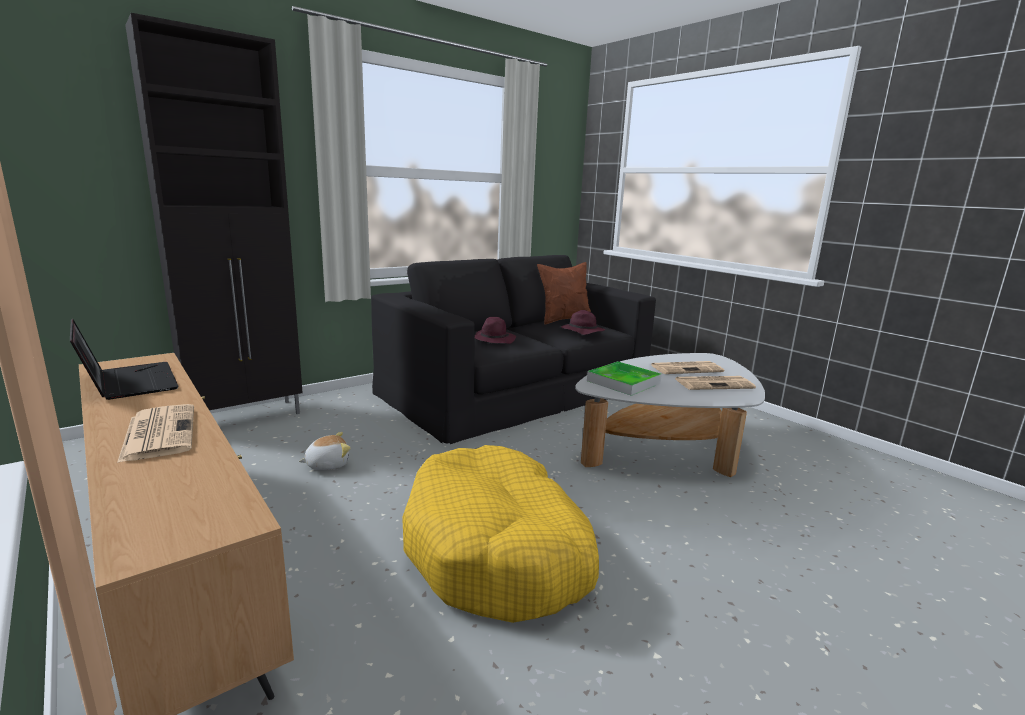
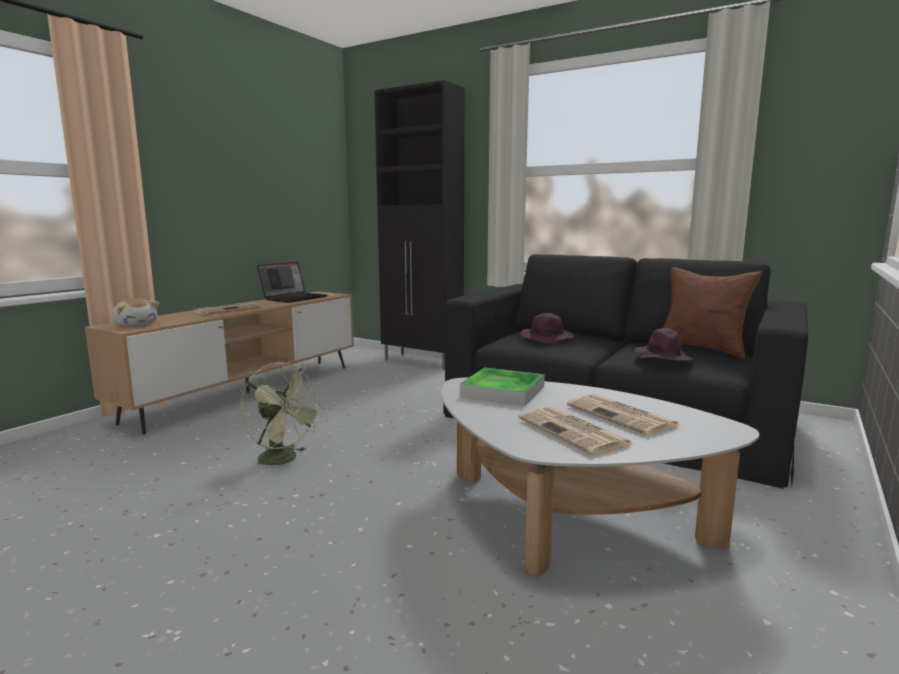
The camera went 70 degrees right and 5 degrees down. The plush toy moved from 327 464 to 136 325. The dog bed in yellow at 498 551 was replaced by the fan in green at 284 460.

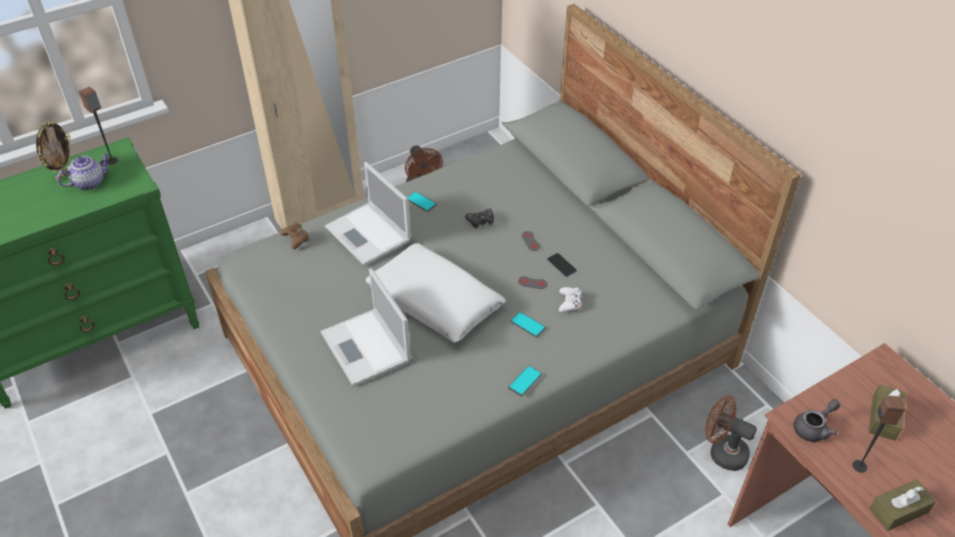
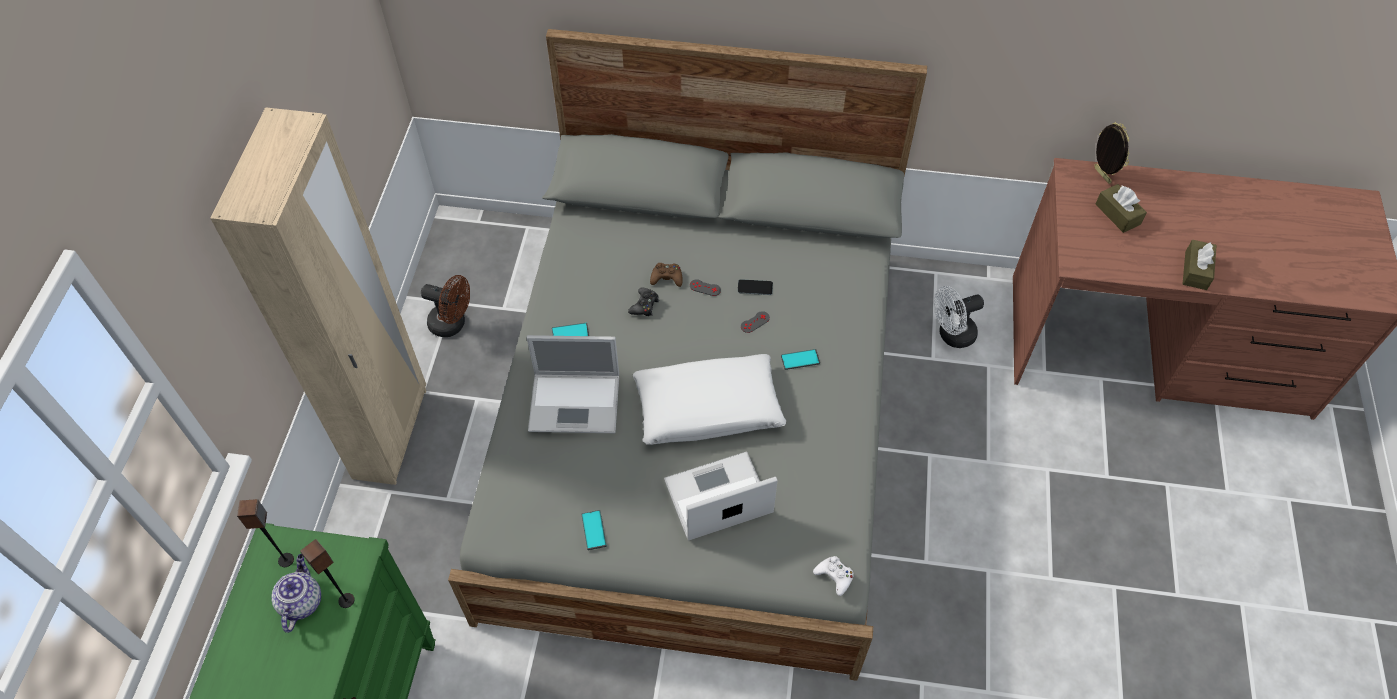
The camera went 50 degrees left and 10 degrees up. The picture frame moved from 64 174 to 1101 175. The game controller in brown moved from 296 238 to 667 278. The laptop at 366 348 turned 150 degrees clockwise. The phone moved from 525 381 to 594 530. The game controller in white moved from 570 303 to 834 576. The fan in brown at 722 452 became the fan in white at 951 335. The teapot in grey at 814 428 disappeared. The speaker moved from 860 466 to 346 600.

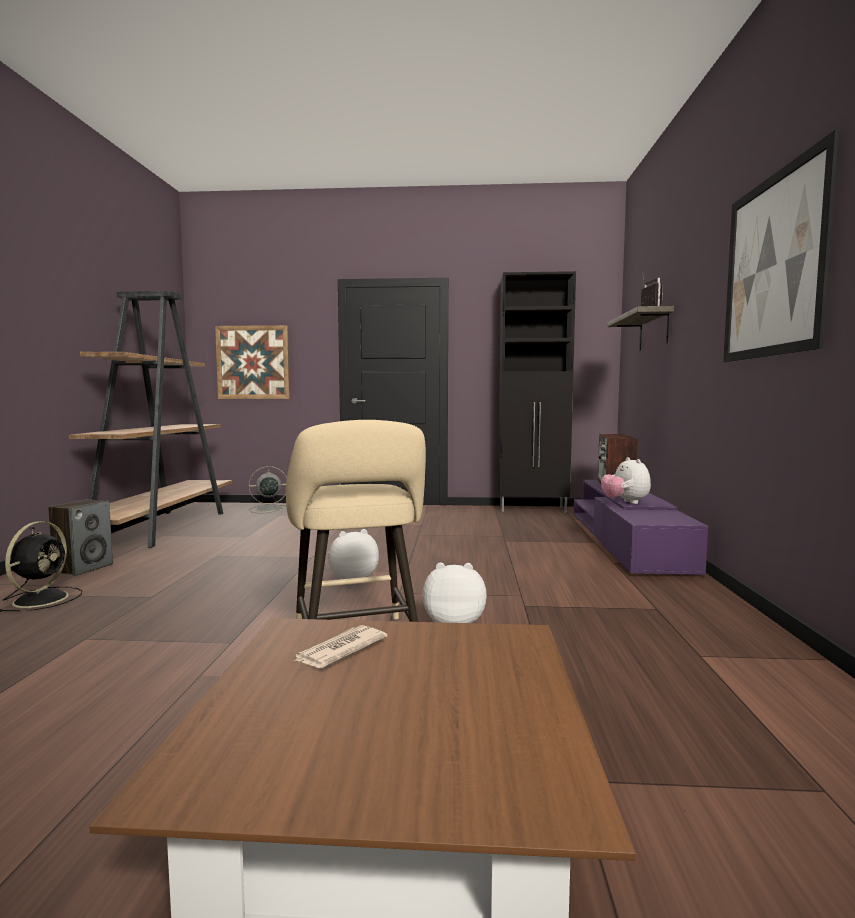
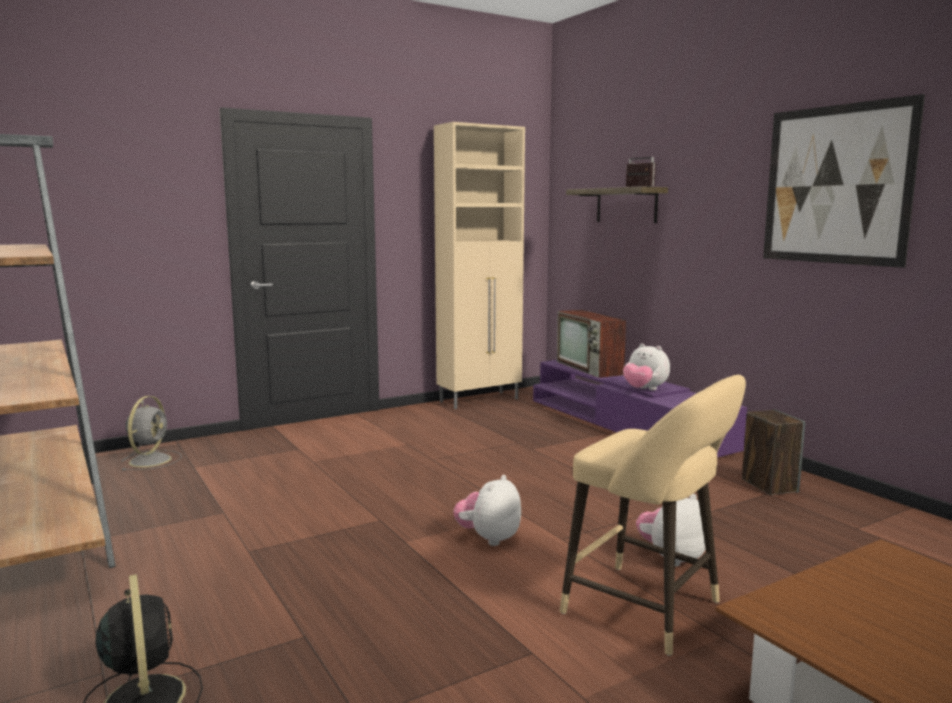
The camera went 35 degrees left and 5 degrees up. The speaker moved from 83 568 to 768 485. The picture at 253 362 disappeared. The fan in grey at 268 509 turned 150 degrees clockwise. The newspaper at 339 650 disappeared. The cabinet in black at 533 509 became the cabinet in beige at 480 400.

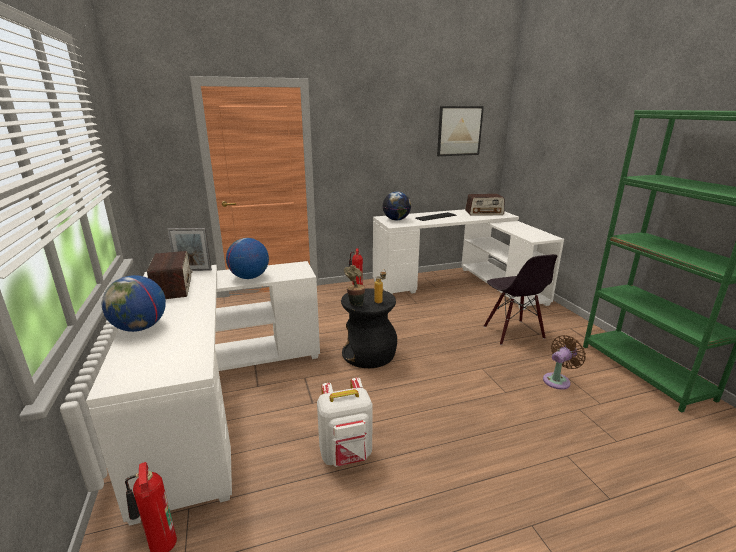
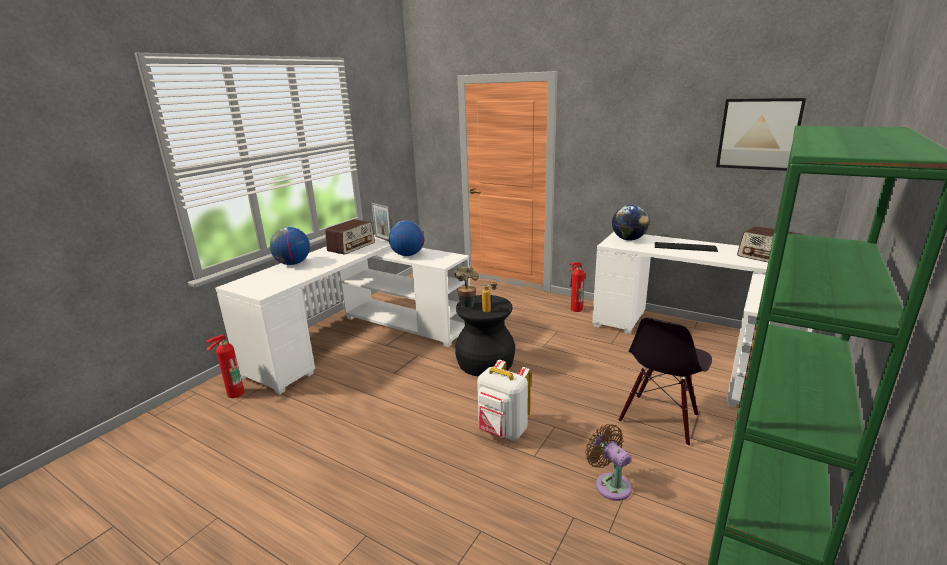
The camera went 50 degrees right and 0 degrees up. The backpack in white moved from 346 455 to 502 431. The fan in brown at 558 380 turned 135 degrees counterclockwise.

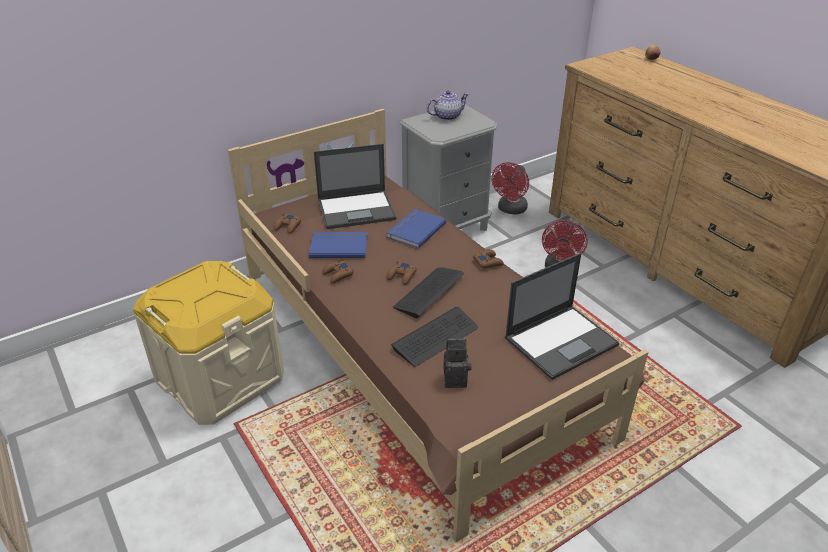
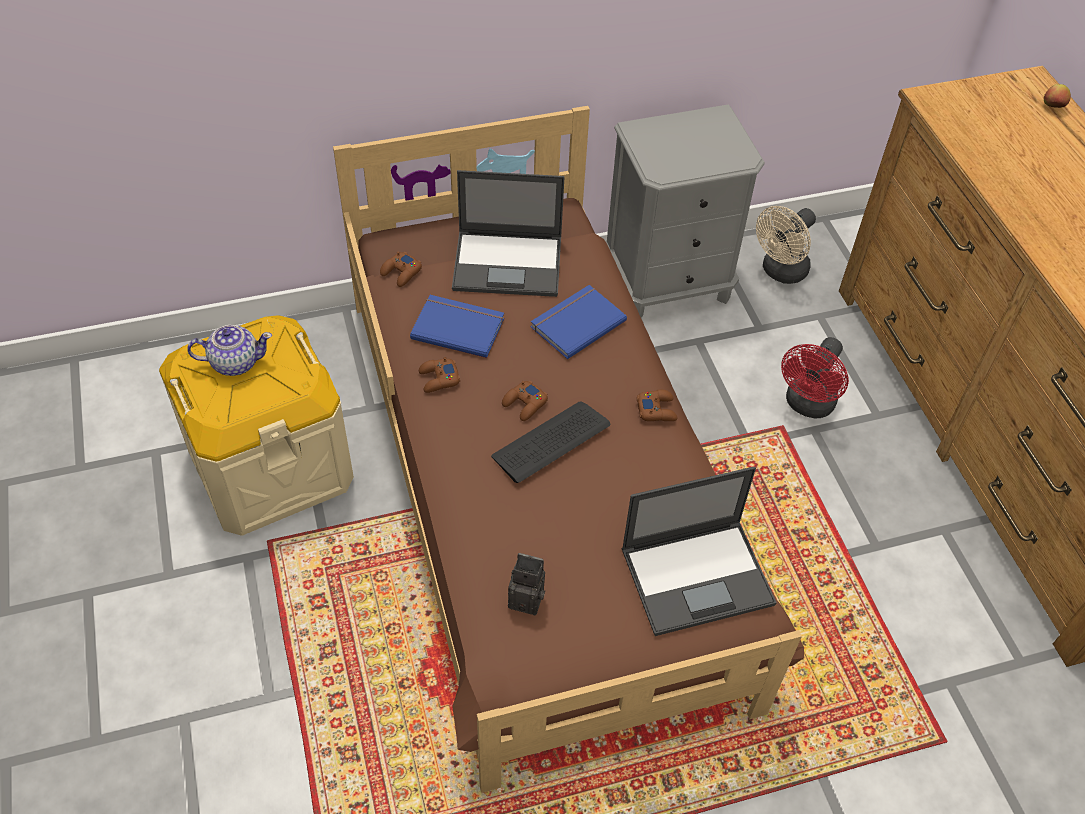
The camera went 15 degrees right and 15 degrees up. The keyboard at 435 338 disappeared. The teapot moved from 447 116 to 234 362. The fan in red at 510 210 became the fan in beige at 780 272.

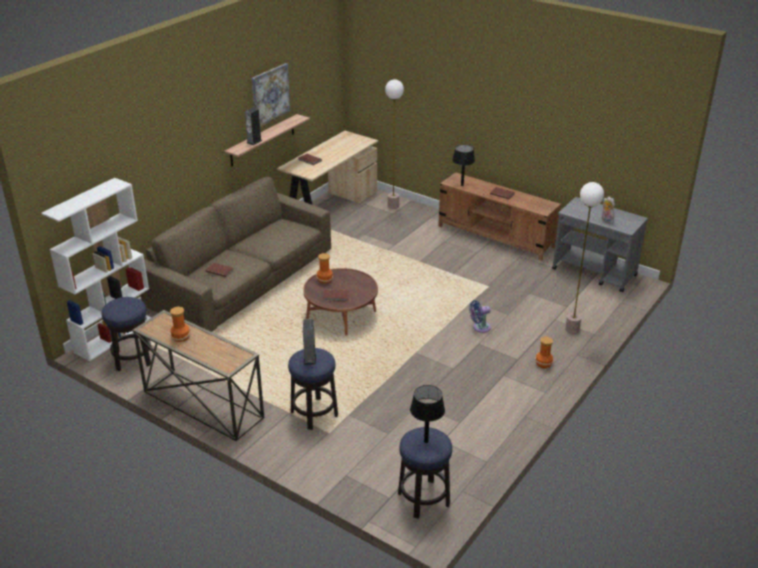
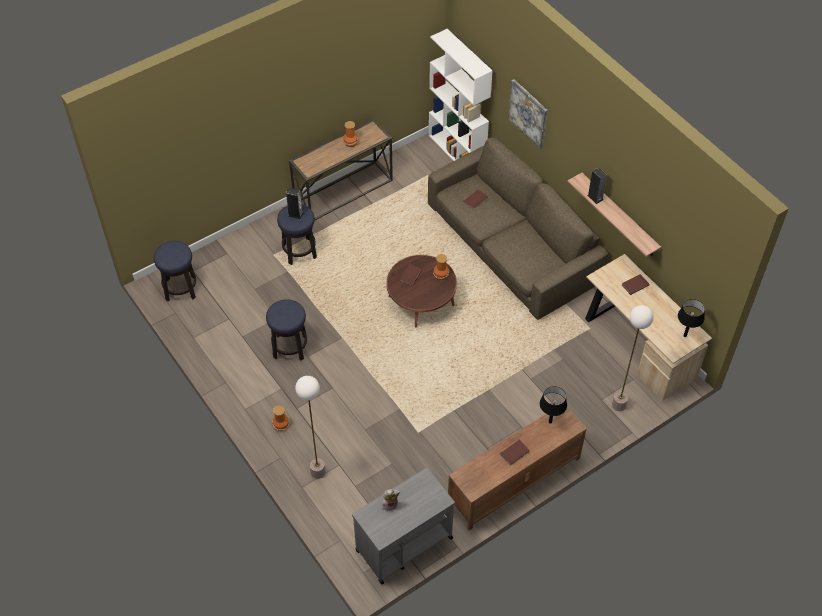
The camera went 110 degrees right and 20 degrees up. The stool moved from 133 359 to 290 347. The picture moved from 270 95 to 528 113. The table lamp in black moved from 426 441 to 684 336. The fan in blue at 480 327 disappeared.

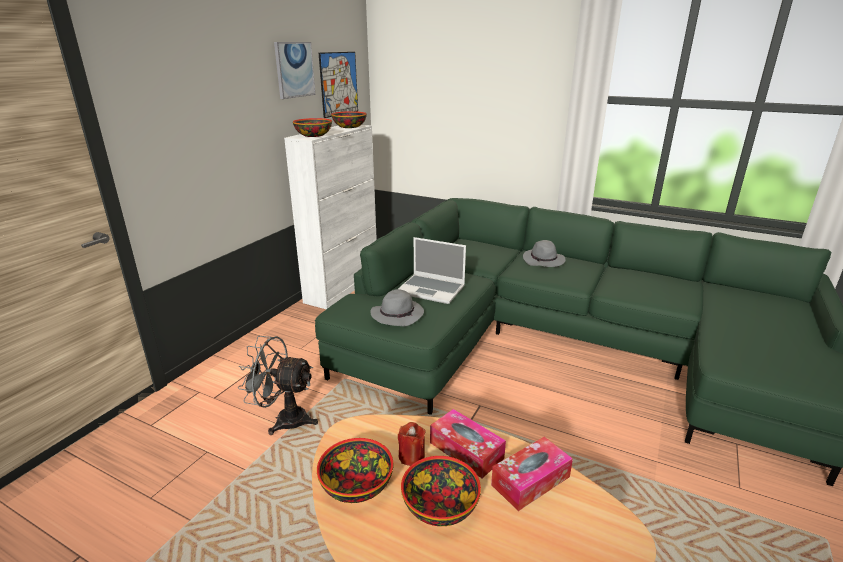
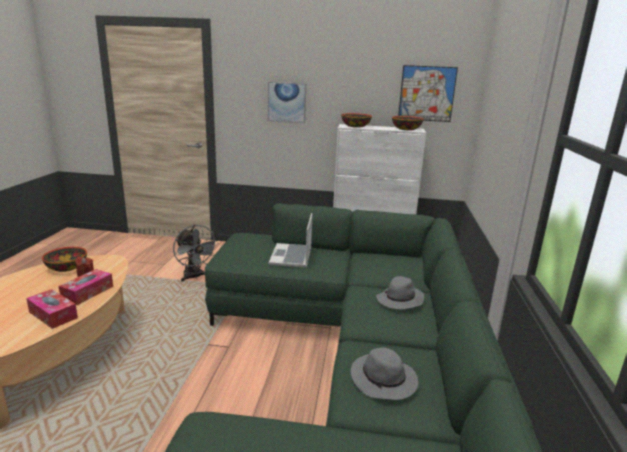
The camera went 70 degrees right and 5 degrees down. The fan in grey at 284 419 turned 150 degrees clockwise. The picture moved from 294 69 to 287 102. The hat in grey moved from 398 315 to 384 380. The bowl at 440 505 disappeared.

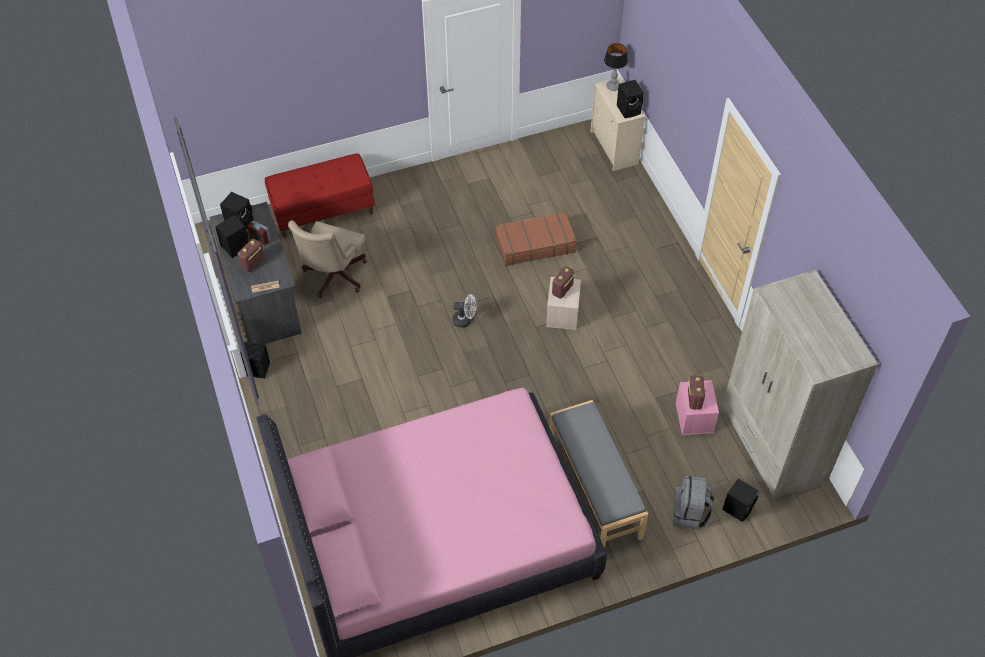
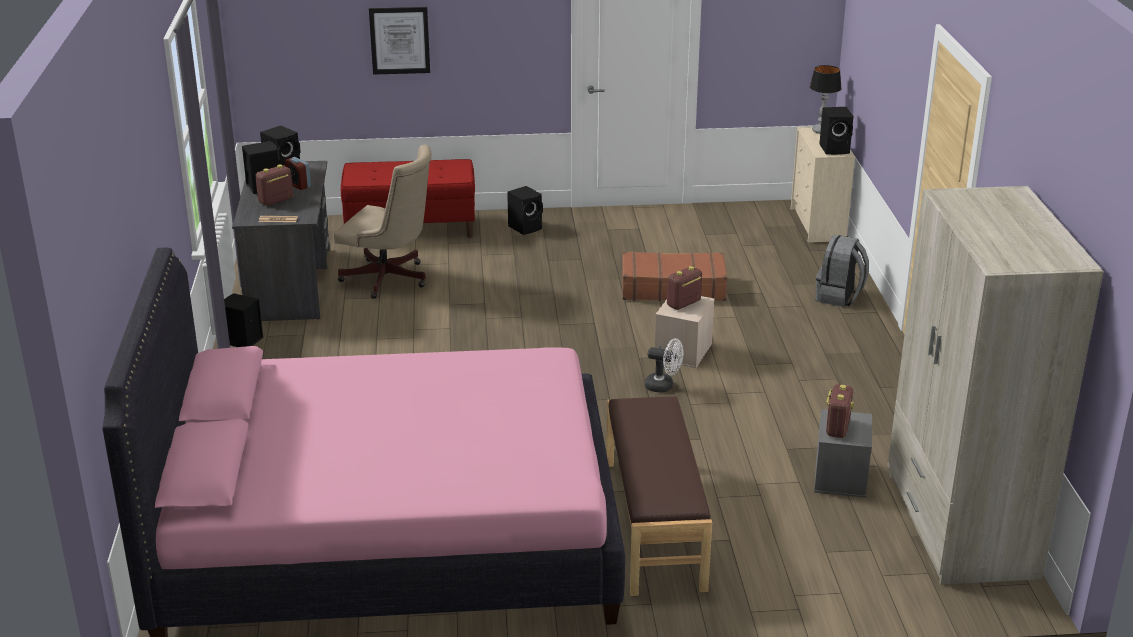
The camera went 15 degrees right and 25 degrees down. The office chair in beige at 333 277 turned 105 degrees counterclockwise. The fan in white moved from 465 320 to 664 386. The bench in grey at 593 487 became the bench in brown at 652 524. The backpack in grey moved from 690 513 to 839 297. The storage box in pink at 693 417 became the storage box in grey at 839 476. The speaker in black moved from 738 508 to 526 227. The picture at 399 40 appeared.

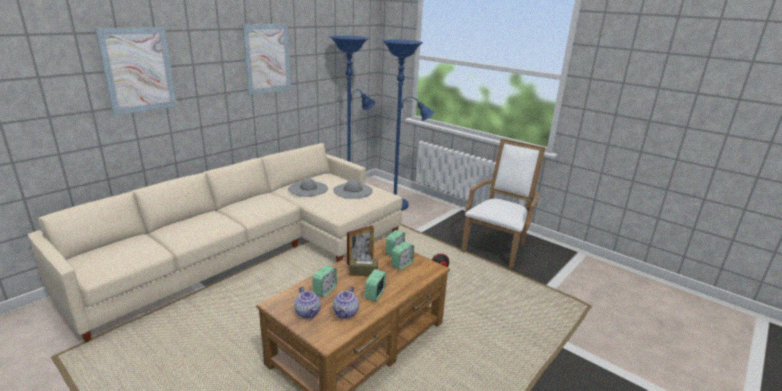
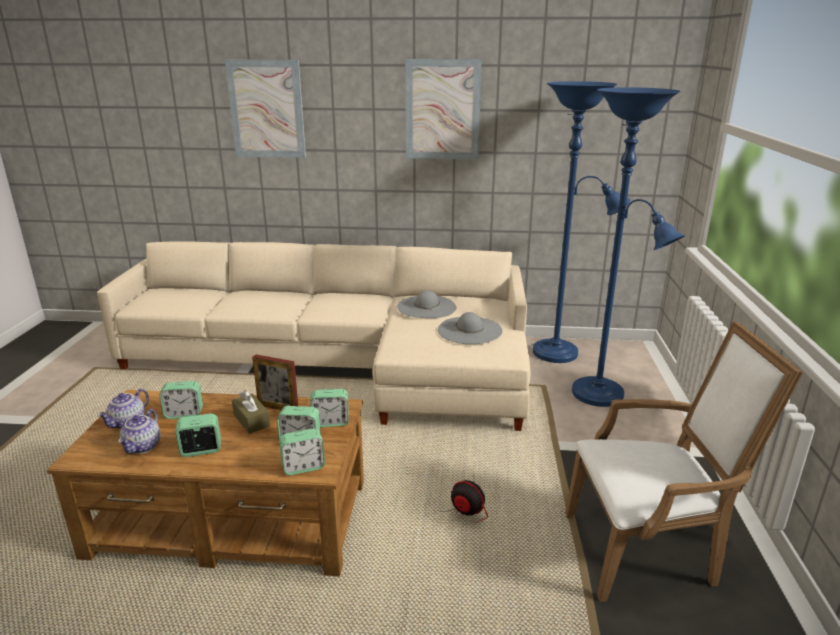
The camera went 55 degrees right and 0 degrees up. The teapot at 346 313 turned 60 degrees counterclockwise. The alarm clock at 303 467 appeared.

